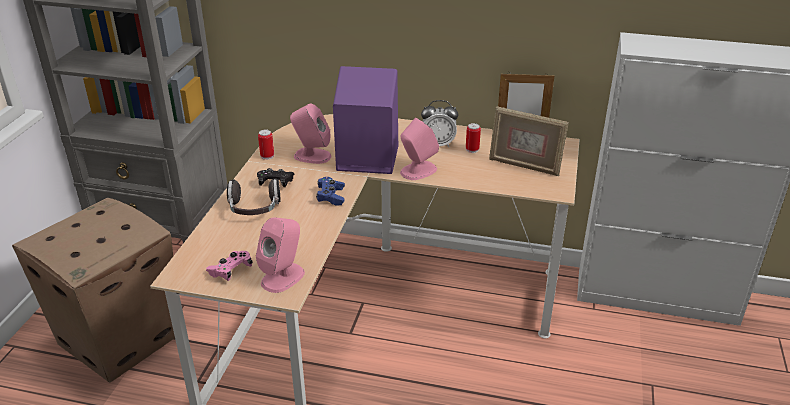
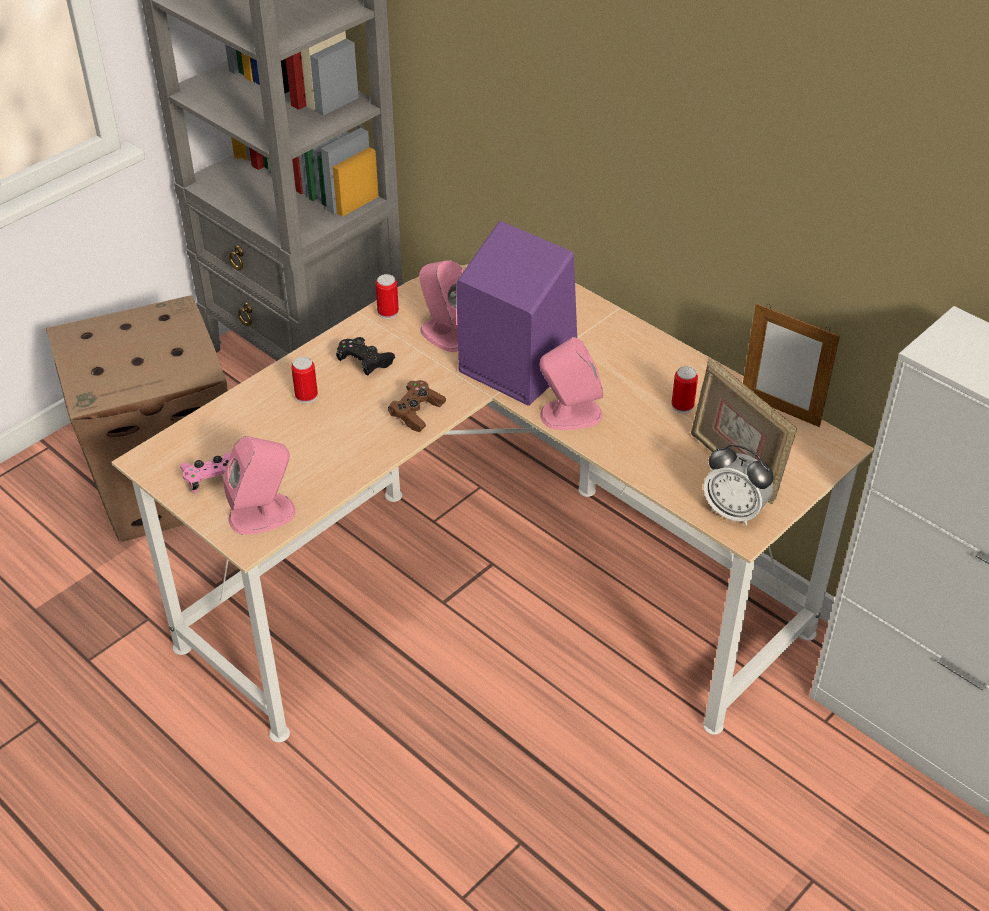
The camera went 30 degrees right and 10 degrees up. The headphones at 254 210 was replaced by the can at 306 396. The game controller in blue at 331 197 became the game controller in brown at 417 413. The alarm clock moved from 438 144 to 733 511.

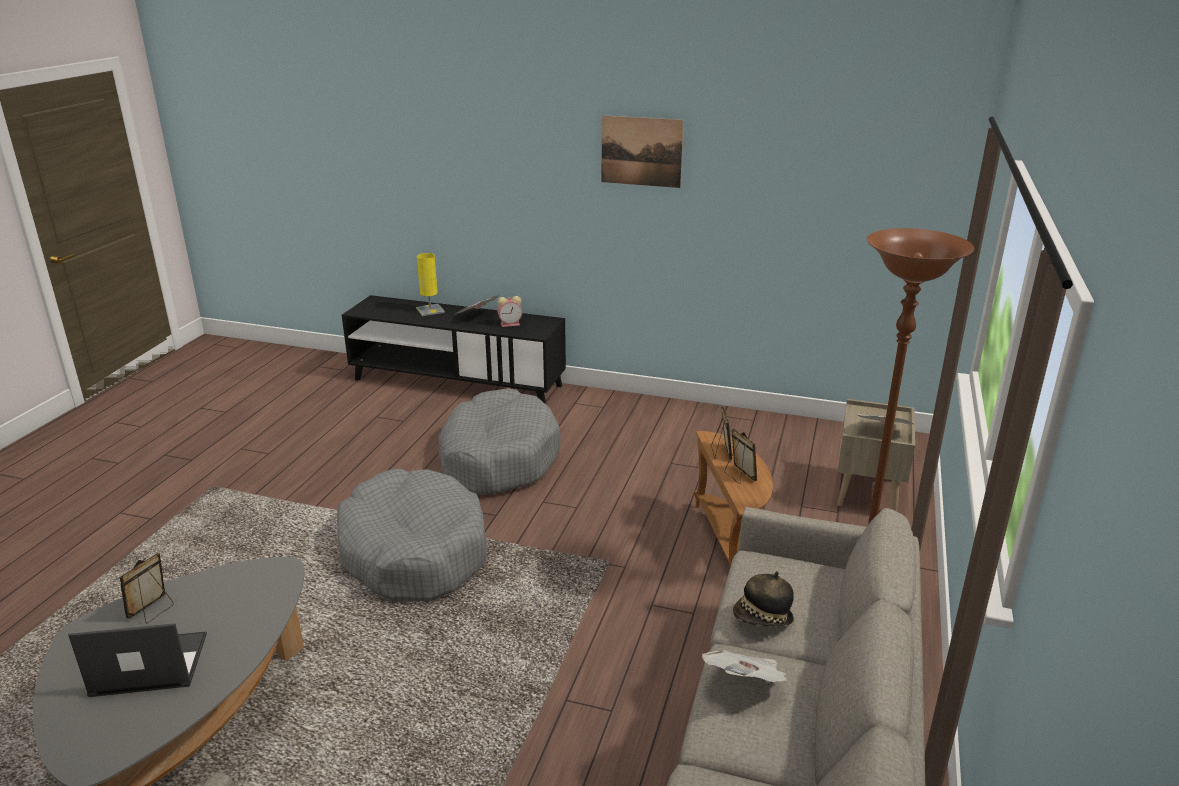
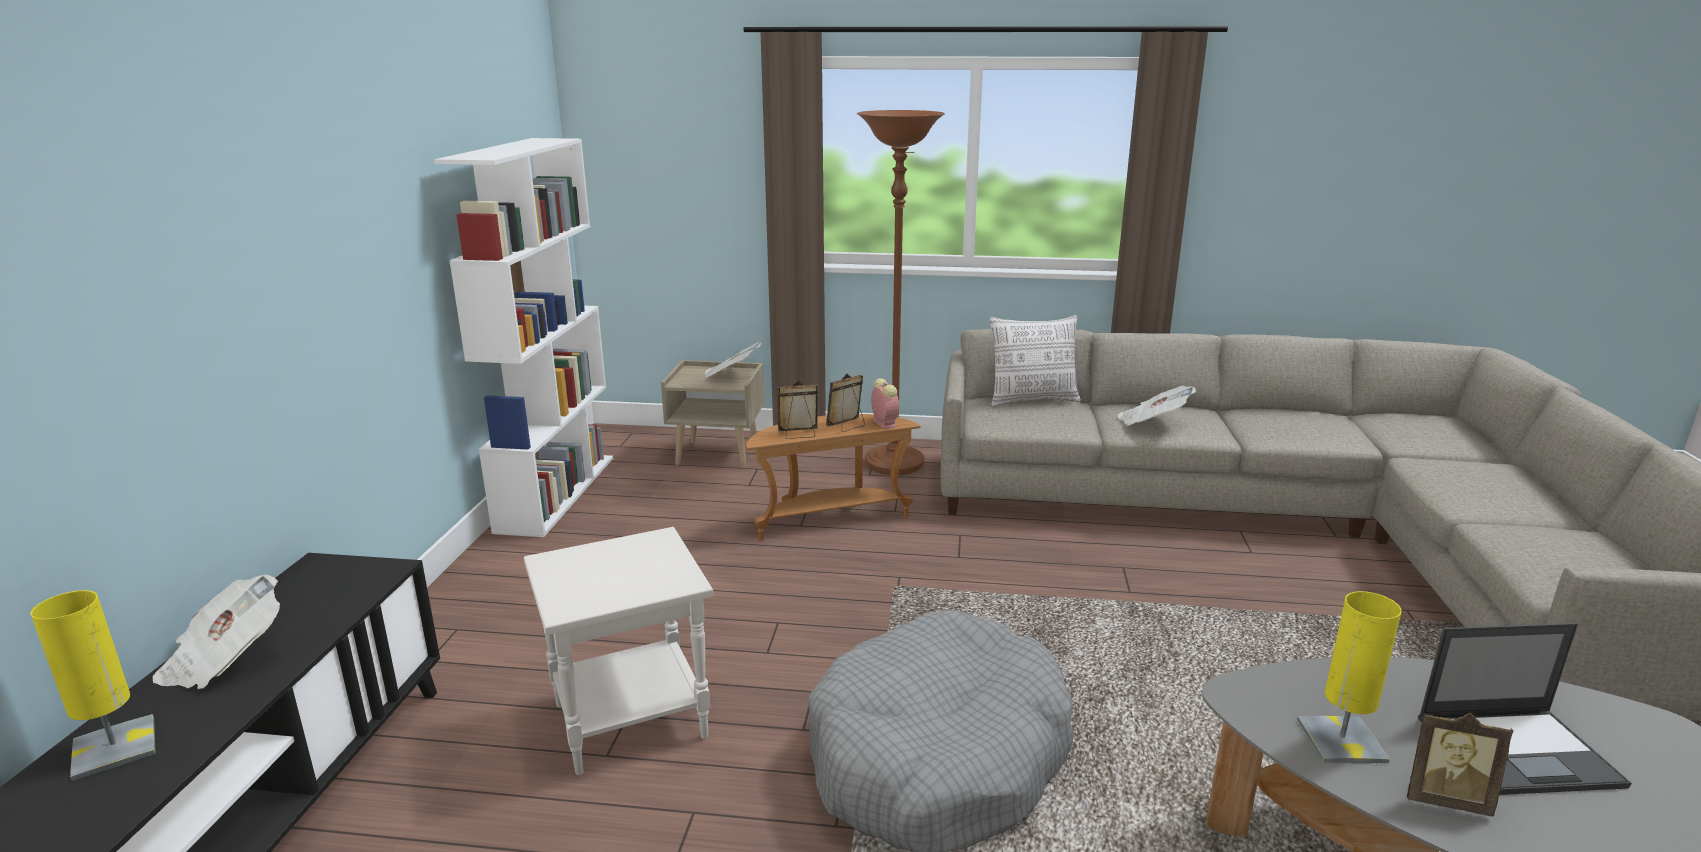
The camera went 100 degrees left and 5 degrees down. The laptop at 148 665 turned 75 degrees counterclockwise. The dog bed in grey at 498 458 was replaced by the side table in white at 632 719. The alarm clock moved from 511 324 to 883 423. The picture at 641 151 disappeared. The hat at 762 619 disappeared. The bookcase in white at 556 492 appeared. The pillow at 1032 400 appeared. The table lamp in yellow at 1341 740 appeared.

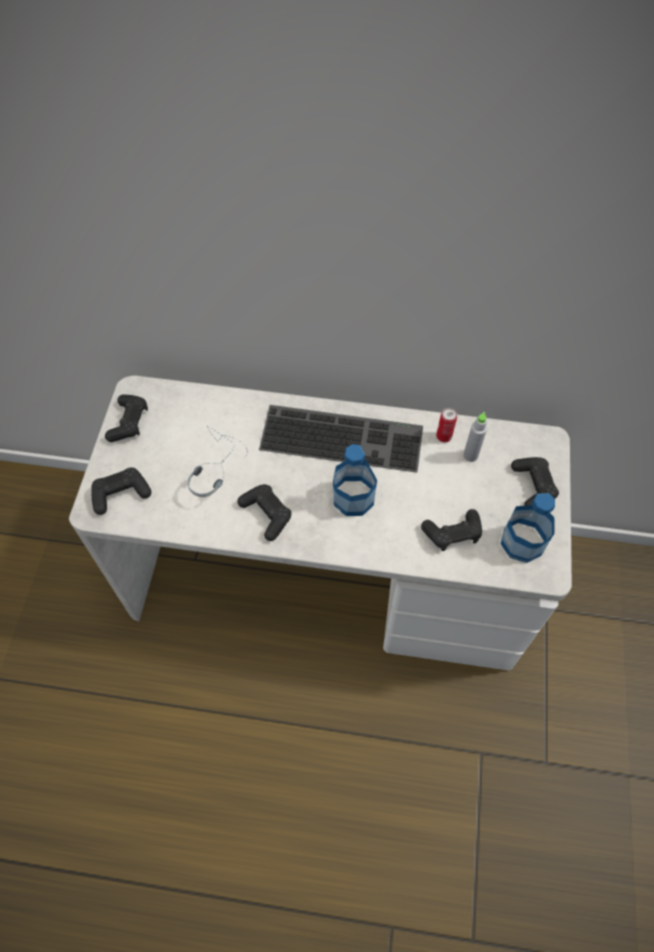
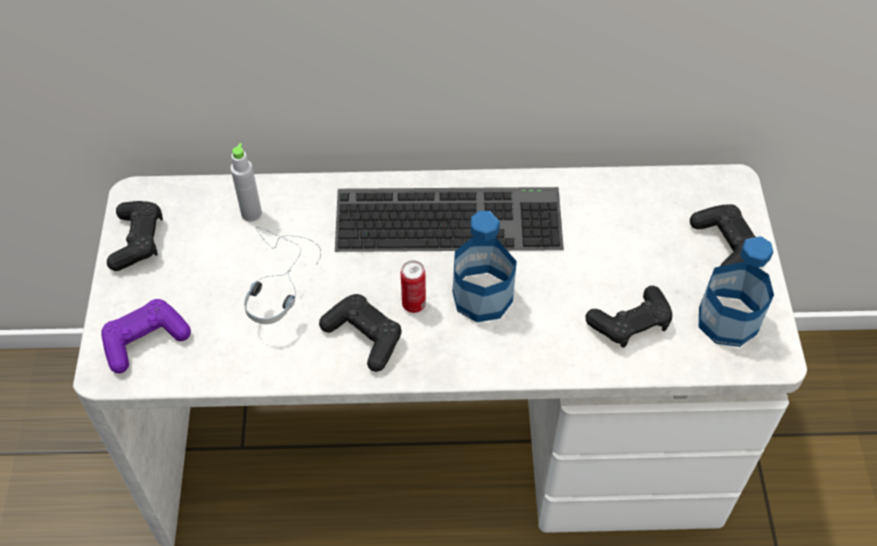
The camera went 10 degrees left and 5 degrees down. The game controller in black at 121 494 became the game controller in purple at 145 340. The can moved from 443 436 to 414 304. The bottle in grey moved from 470 455 to 251 213.

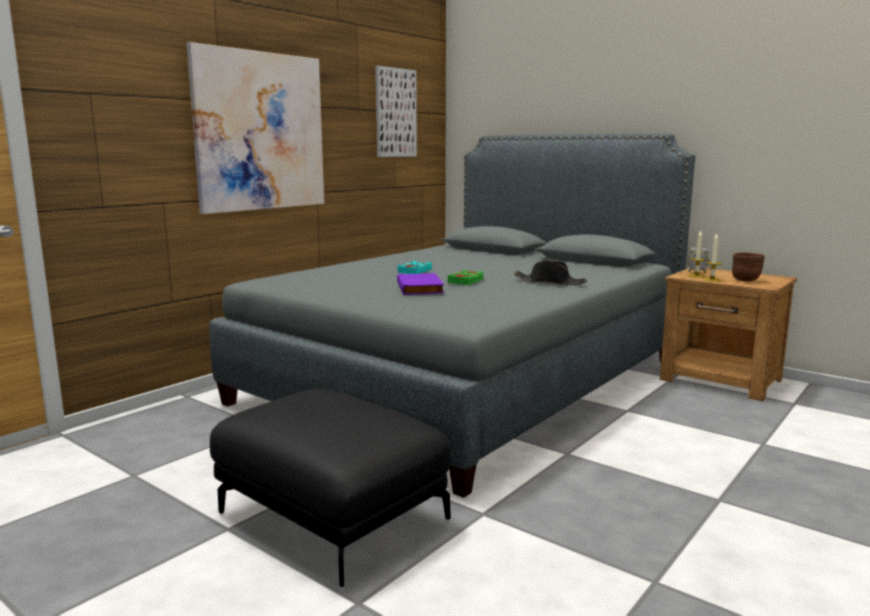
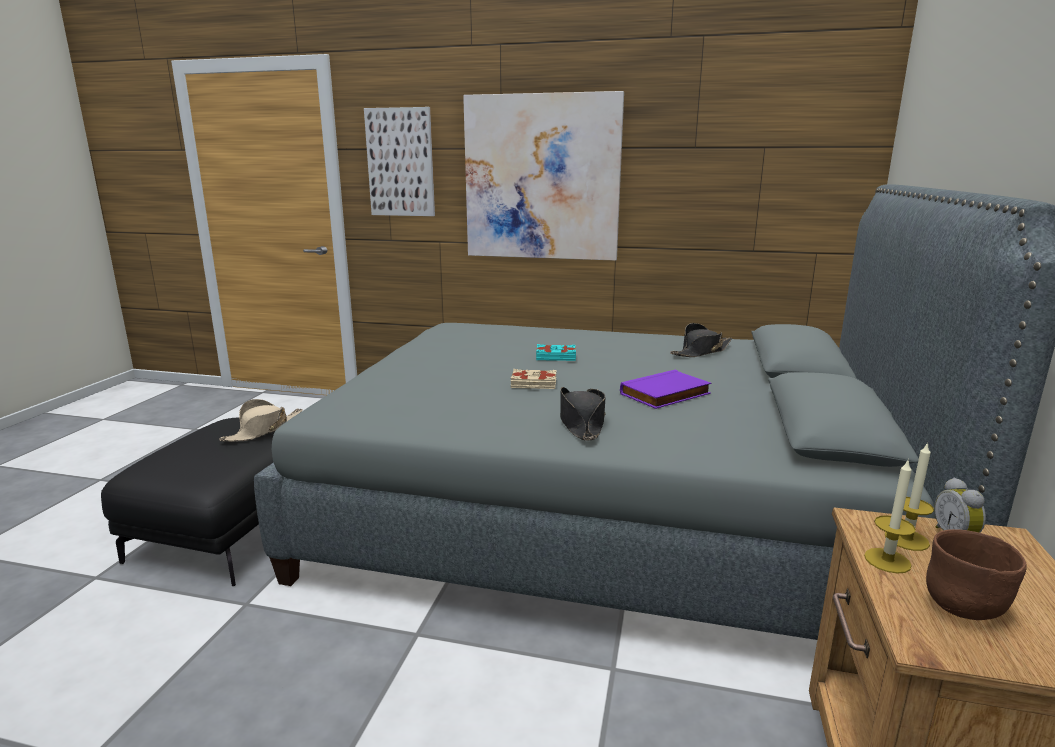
The camera went 65 degrees right and 5 degrees up. The picture moved from 395 113 to 400 162. The book in purple moved from 421 288 to 666 394. The book in green at 466 281 became the book in beige at 533 384. The hat in beige at 263 430 appeared. The hat in black at 701 352 appeared.

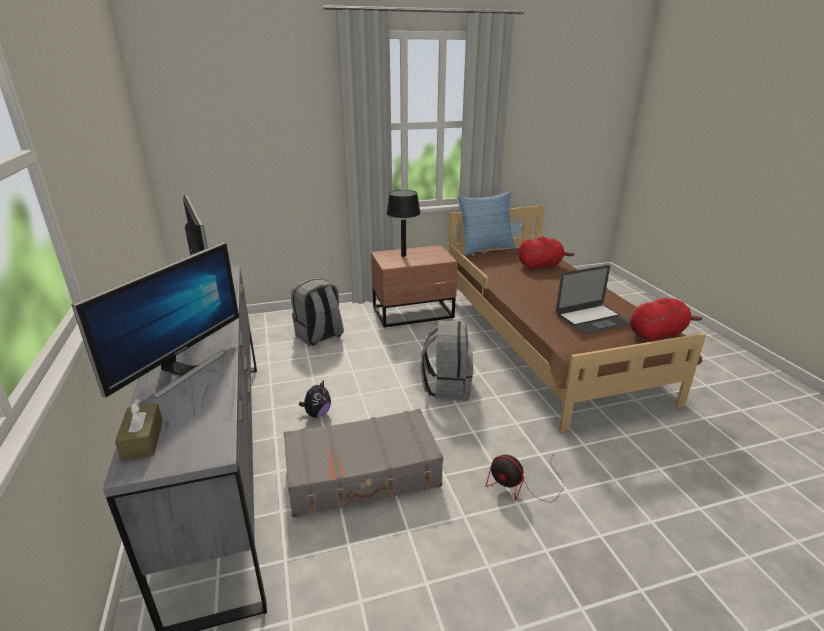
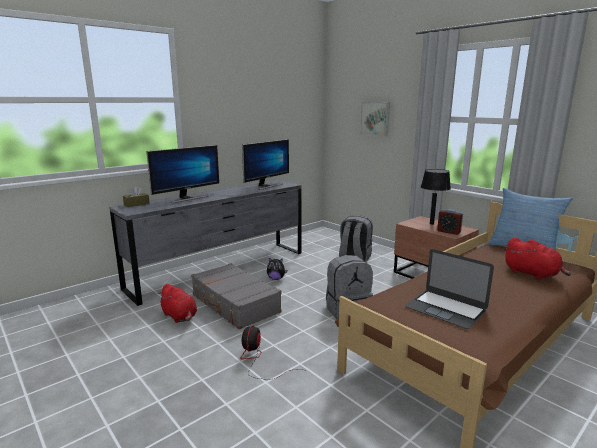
The camera went 65 degrees right and 10 degrees down. The monitor at 182 370 turned 45 degrees counterclockwise. The plush toy in red moved from 658 334 to 180 316. The picture at 375 118 appeared. The alarm clock at 448 232 appeared.

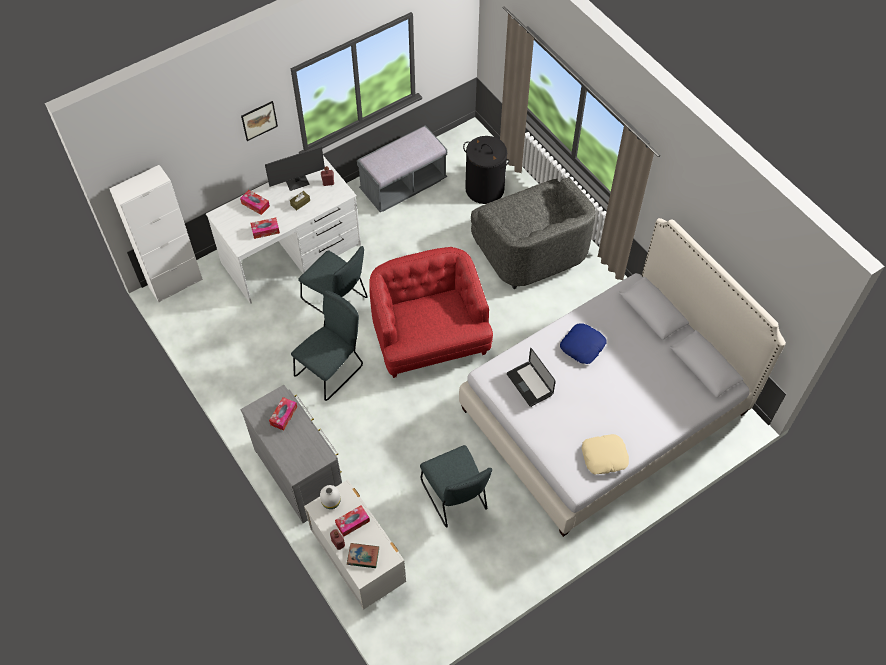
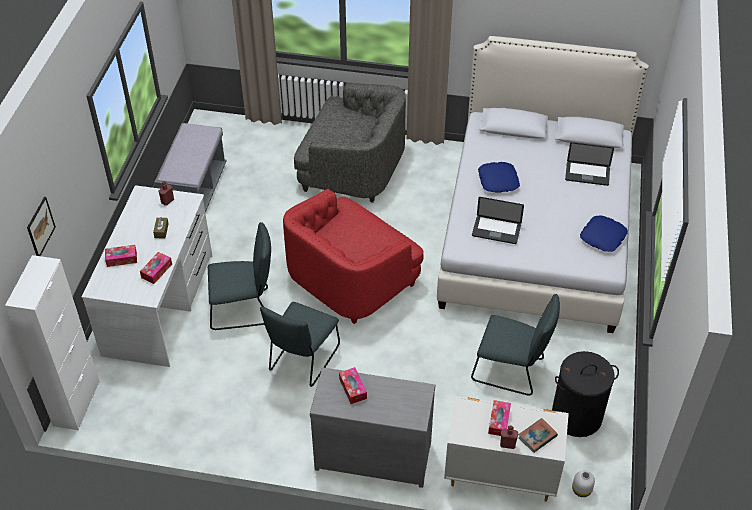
The camera went 45 degrees left and 10 degrees down. The picture moved from 259 120 to 40 227. The monitor at 297 182 disappeared. The chair in grey at 331 369 turned 150 degrees counterclockwise. The vase in white moved from 331 501 to 581 490. The armchair in red at 429 337 turned 75 degrees counterclockwise. The laundry basket in black moved from 484 189 to 576 416. The pillow in beige at 604 457 became the pillow in blue at 603 237. The laptop at 587 174 appeared.

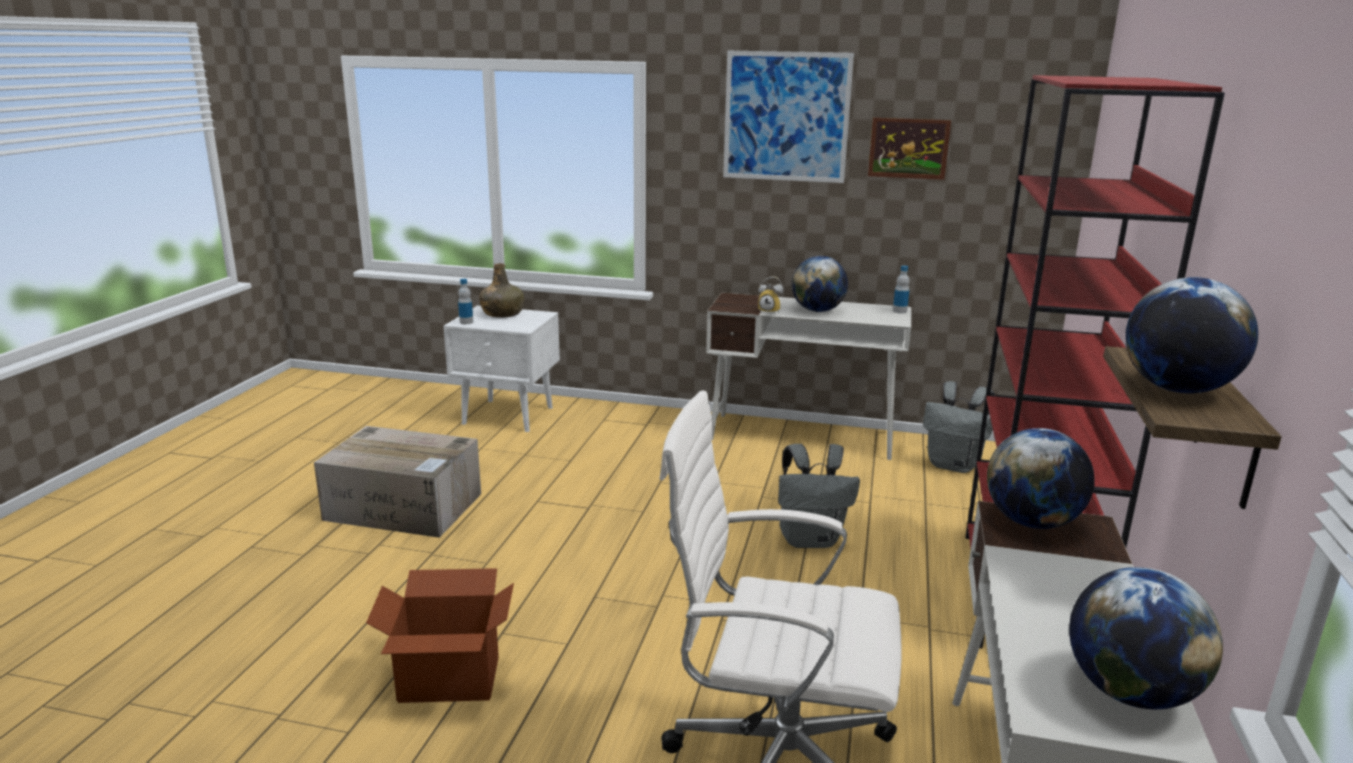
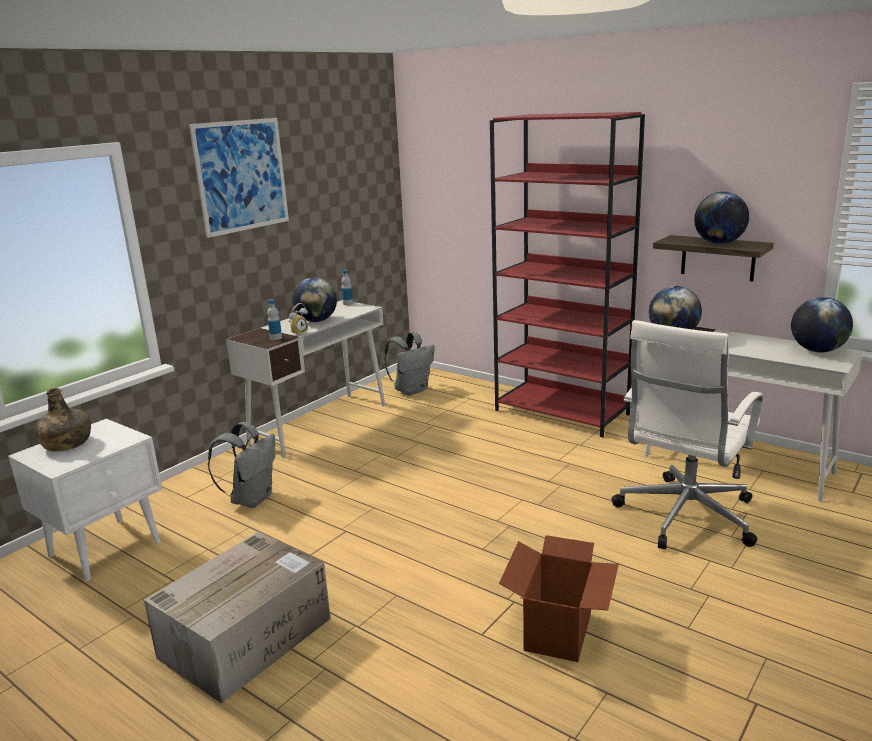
The camera went 65 degrees left and 0 degrees up. The bottle moved from 466 322 to 276 338. The backpack in grey moved from 811 539 to 252 499. The picture at 908 148 disappeared.

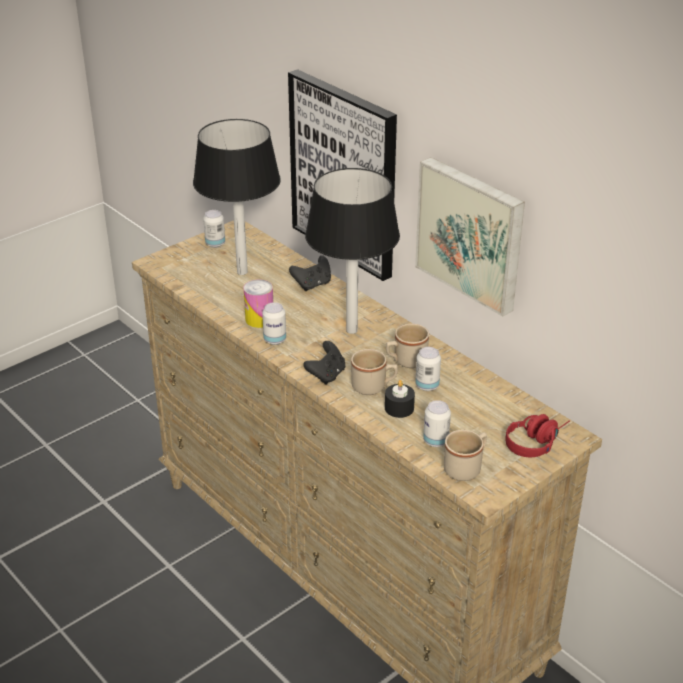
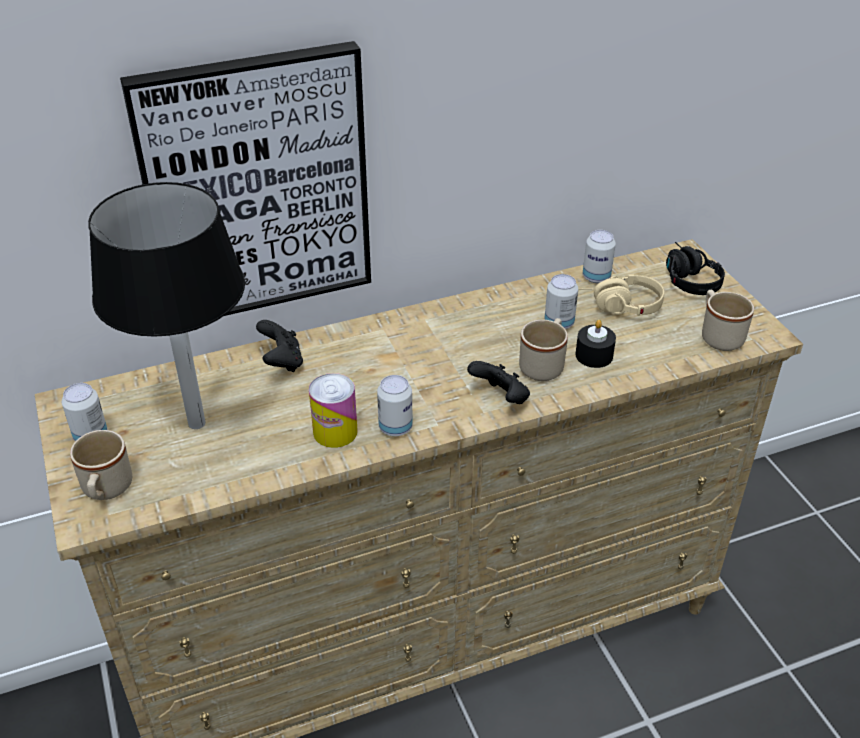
The camera went 70 degrees left and 5 degrees up. The table lamp in black at 351 330 disappeared. The mug in beige moved from 405 361 to 106 490. The picture at 472 233 disappeared. The can moved from 435 441 to 596 277. The headphones in red at 536 441 became the headphones in black at 686 278. The headphones in beige at 618 307 appeared.

